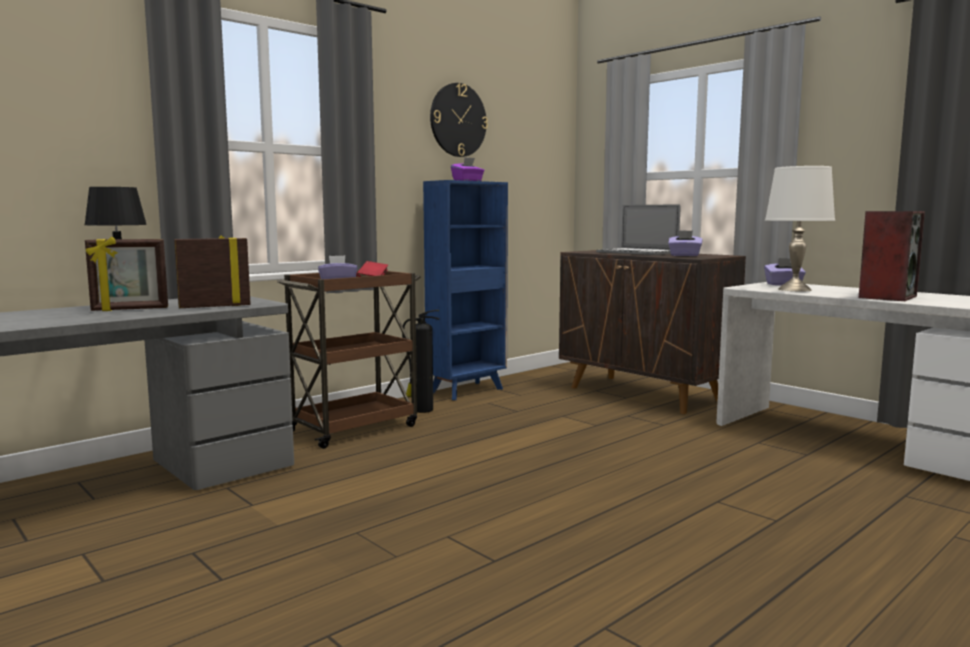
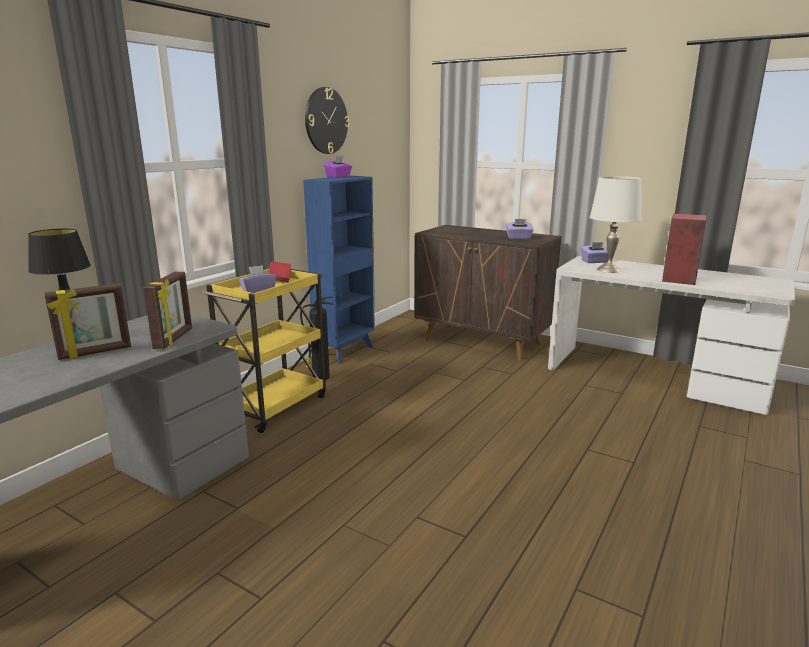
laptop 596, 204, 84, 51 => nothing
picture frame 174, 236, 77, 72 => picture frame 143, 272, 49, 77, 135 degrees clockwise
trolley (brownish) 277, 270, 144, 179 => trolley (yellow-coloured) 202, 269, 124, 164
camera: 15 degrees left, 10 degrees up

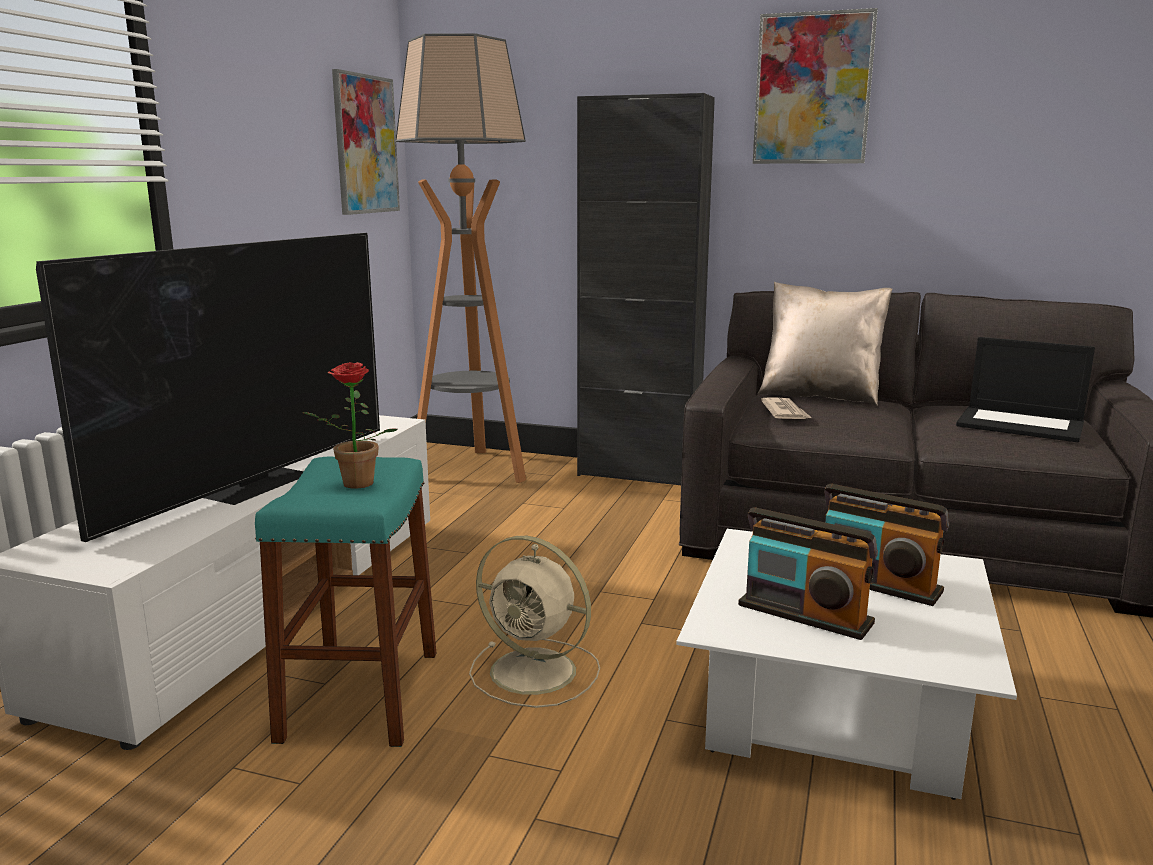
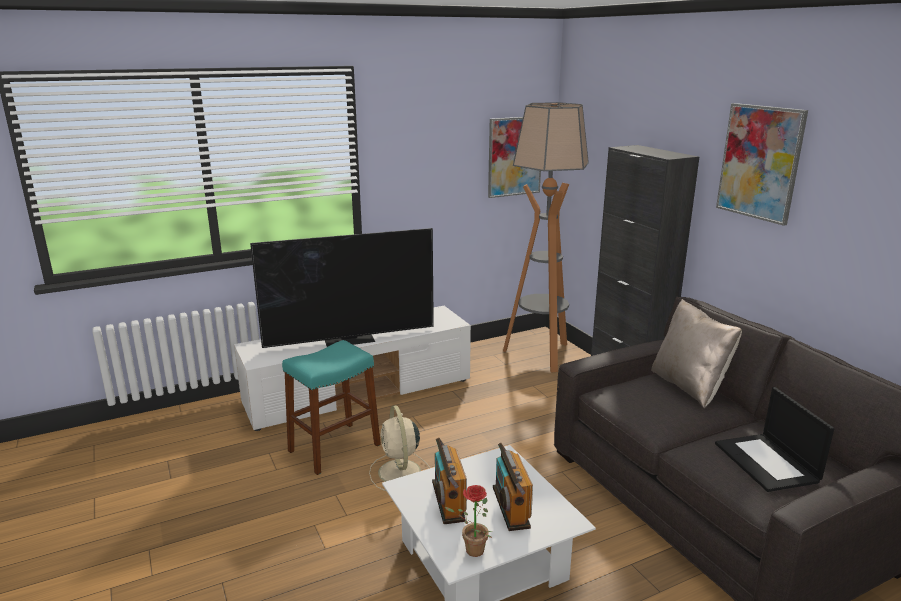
plant in a pot 303, 362, 94, 127 => plant in a pot 445, 485, 47, 72, relocated
newspaper 761, 397, 51, 22 => nothing
camera: 45 degrees right, 5 degrees up

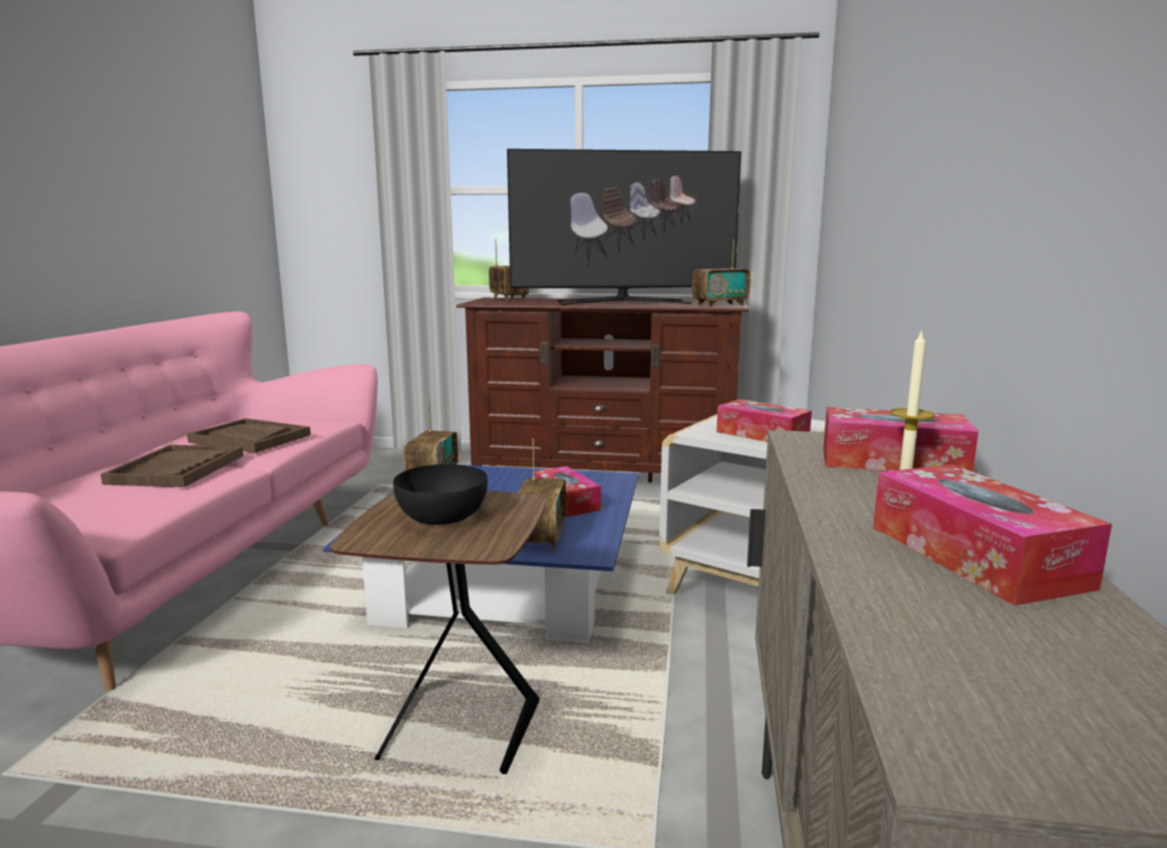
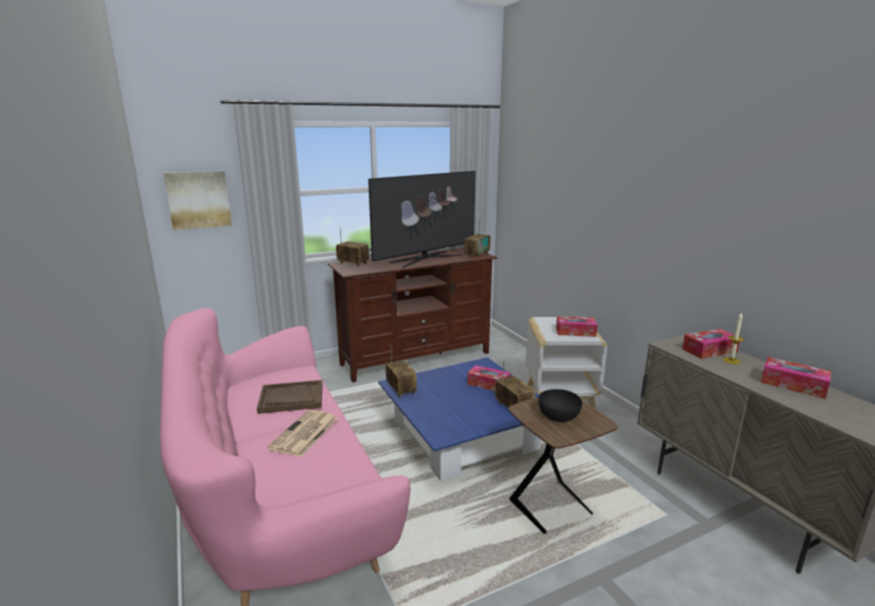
tray (brownish) 100, 445, 144, 42 => newspaper 267, 410, 71, 47
nothing => wall picture 164, 171, 68, 59
camera: 35 degrees left, 5 degrees up

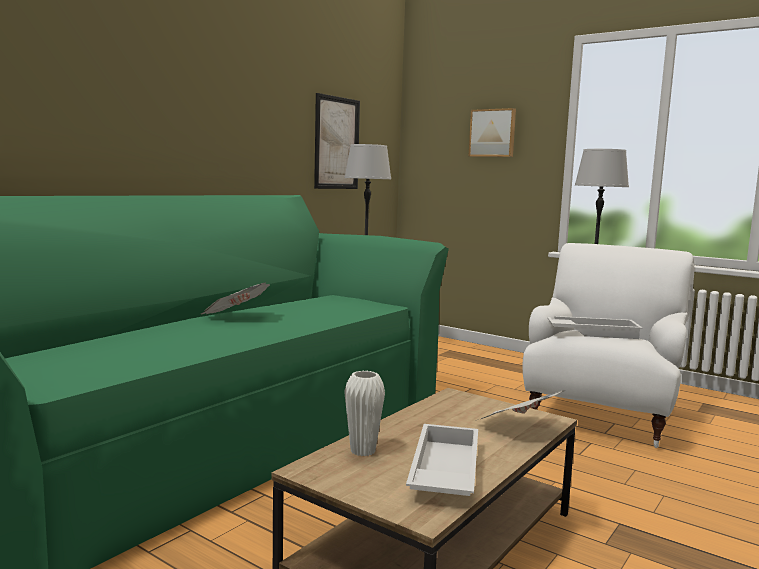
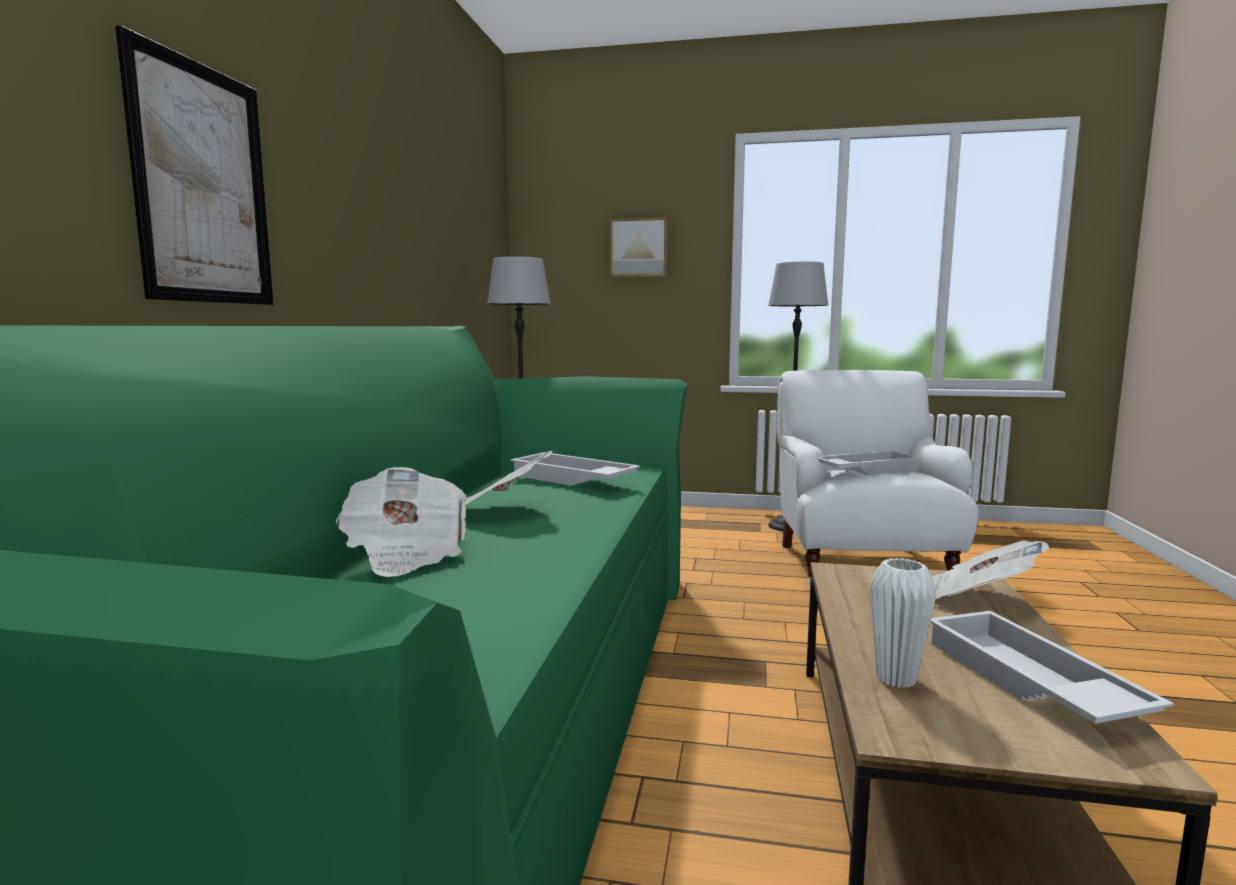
wall picture 314, 93, 46, 96 => wall picture 115, 25, 159, 280, relocated
nothing => tray (white-coloured) 510, 452, 130, 34
nothing => newspaper 336, 467, 131, 110
camera: 25 degrees left, 0 degrees up

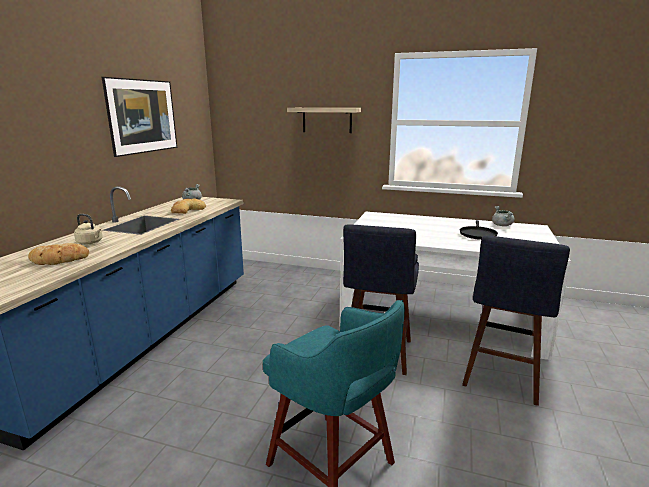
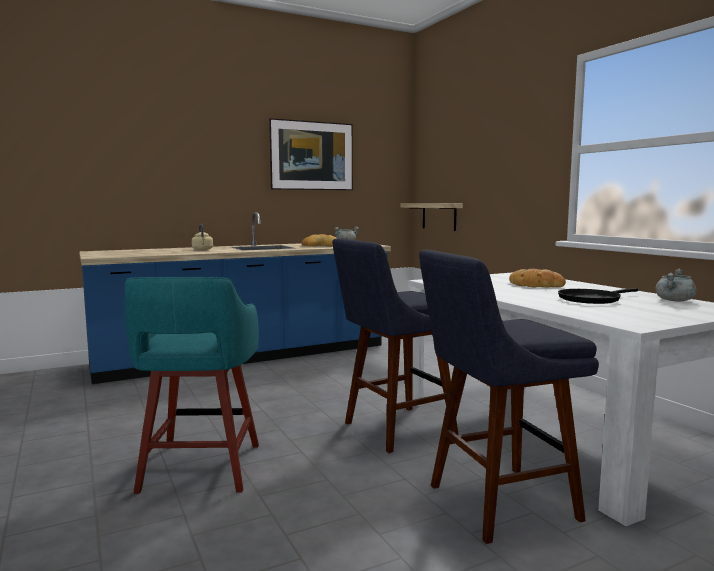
wall shelf 287, 108, 74, 25 => wall shelf 400, 203, 63, 28, relocated
baked bread 28, 243, 61, 22 => baked bread 509, 269, 57, 18, relocated
camera: 45 degrees right, 10 degrees down

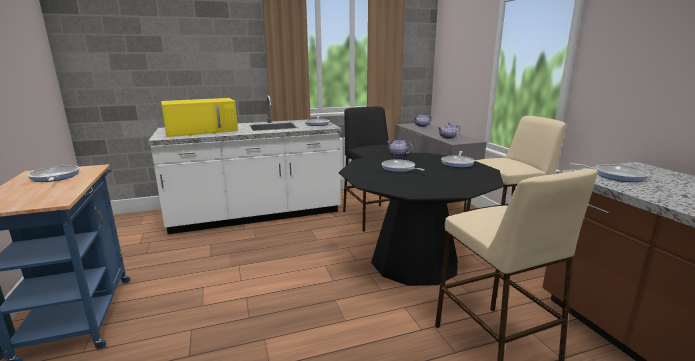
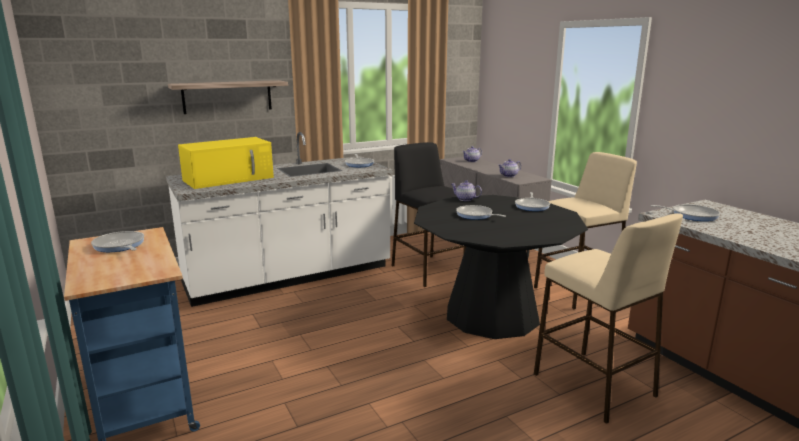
nothing => wall shelf 168, 80, 120, 34
camera: 10 degrees left, 0 degrees up

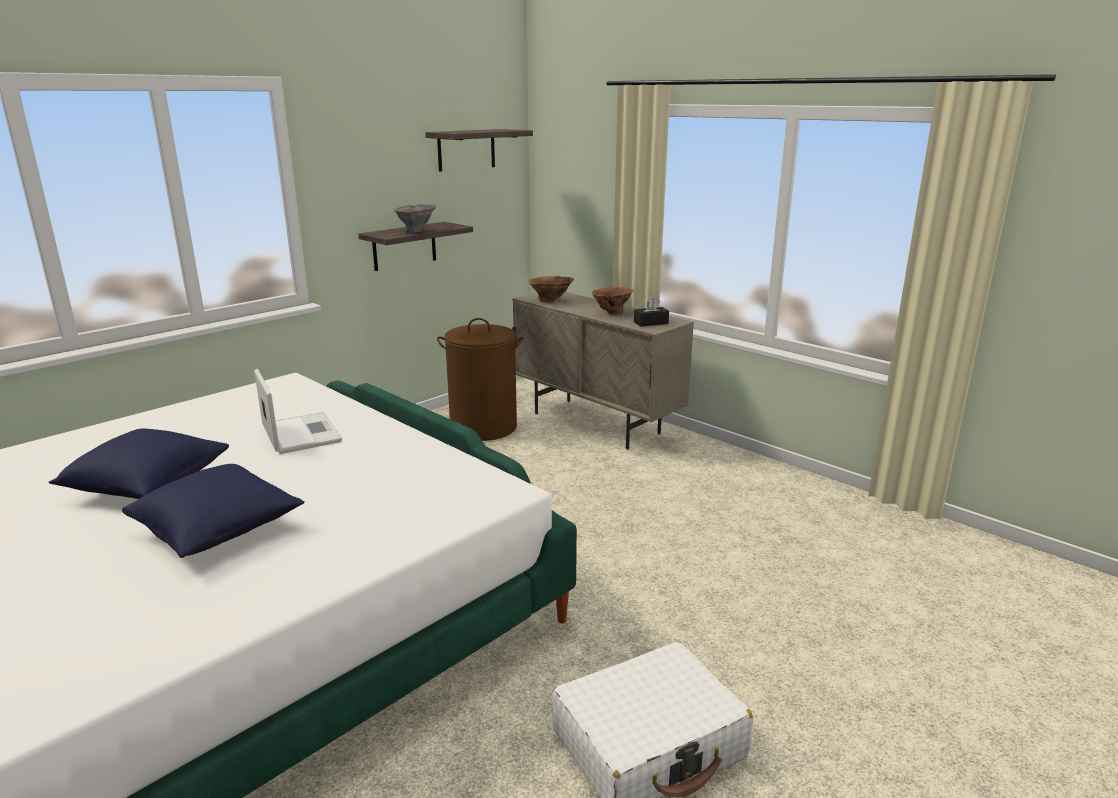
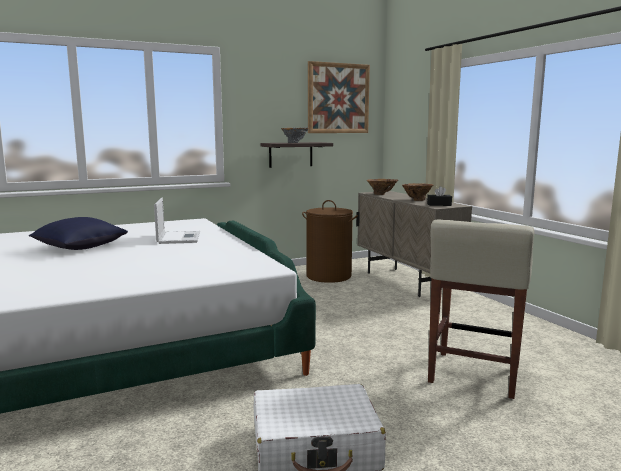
wall shelf 425, 129, 108, 43 => wall picture 308, 61, 62, 72
cushion (bluish) 122, 464, 182, 94 => nothing
nothing => stool seat (sand-coloured) 428, 220, 106, 179
camera: 20 degrees right, 10 degrees down

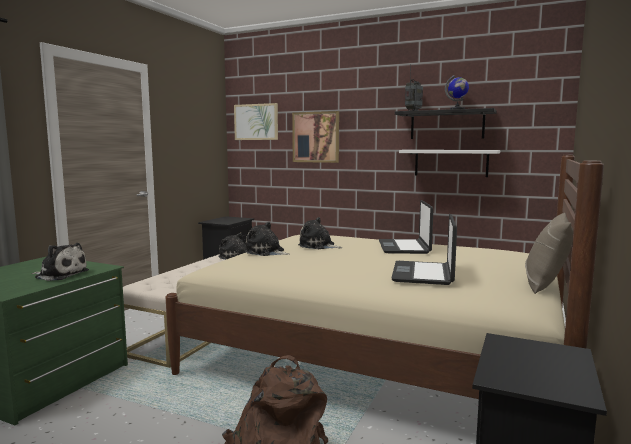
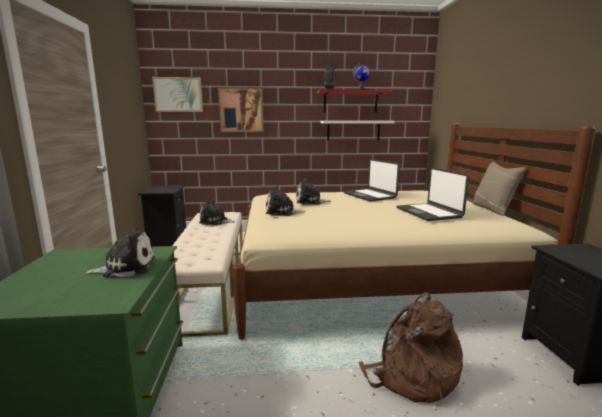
wall shelf (black) 395, 108, 102, 31 => wall shelf (reddish) 317, 90, 75, 22
camera: 30 degrees left, 5 degrees up

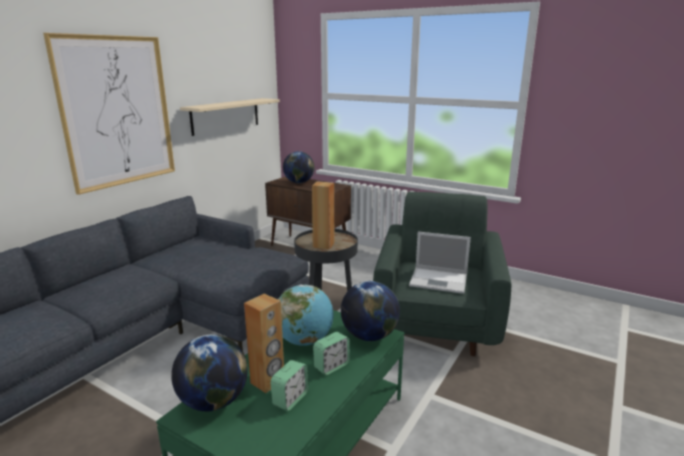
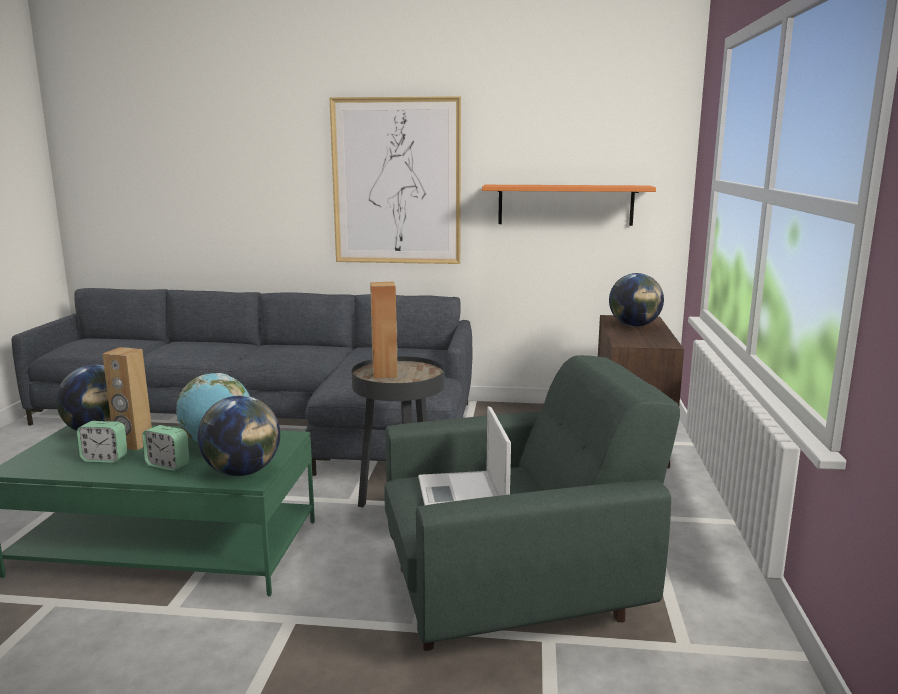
wall shelf (sand-coloured) 180, 98, 100, 38 => wall shelf (orangey) 482, 185, 174, 41
camera: 65 degrees right, 5 degrees down

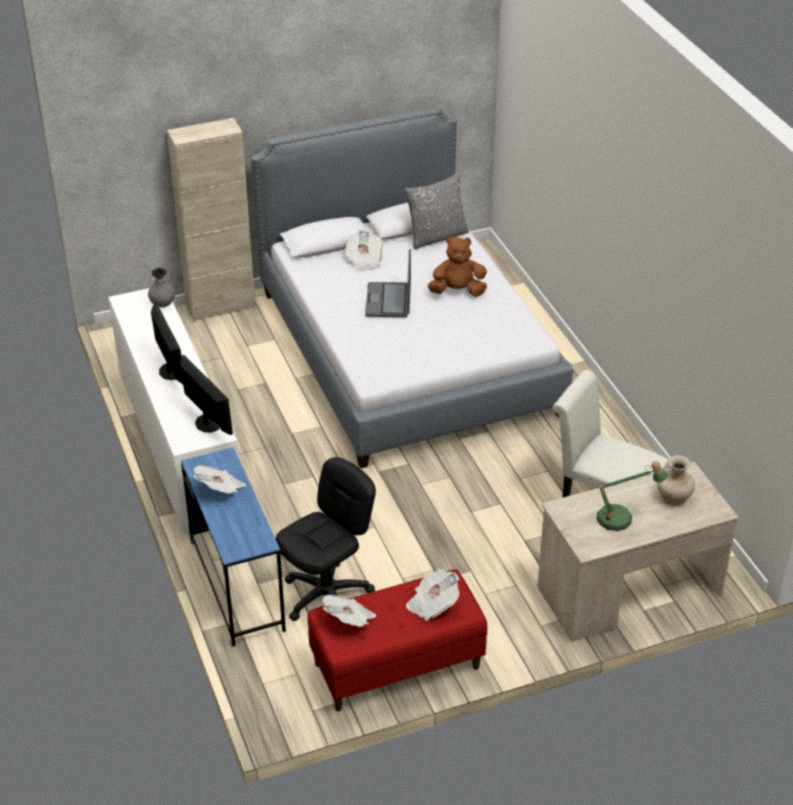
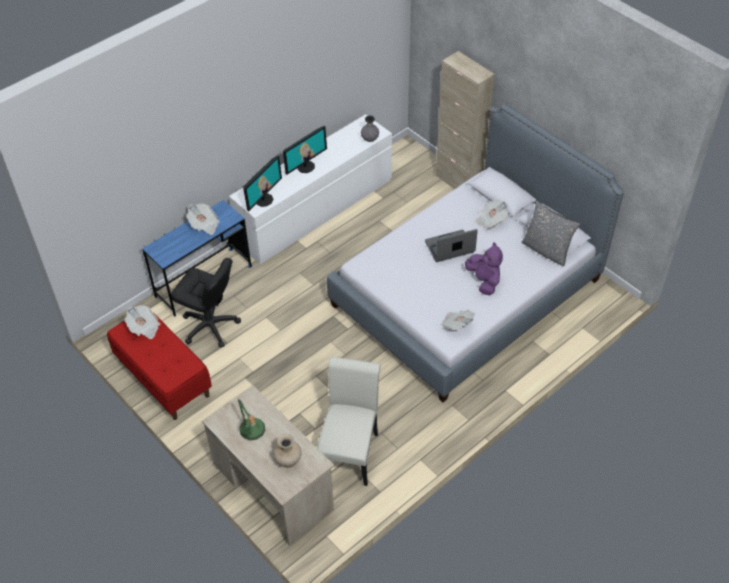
plush toy (brownish) 428, 236, 59, 61 => plush toy (purple-coloured) 465, 242, 38, 53
newspaper 406, 569, 54, 52 => newspaper 441, 310, 34, 20, relocated
camera: 70 degrees right, 10 degrees up

